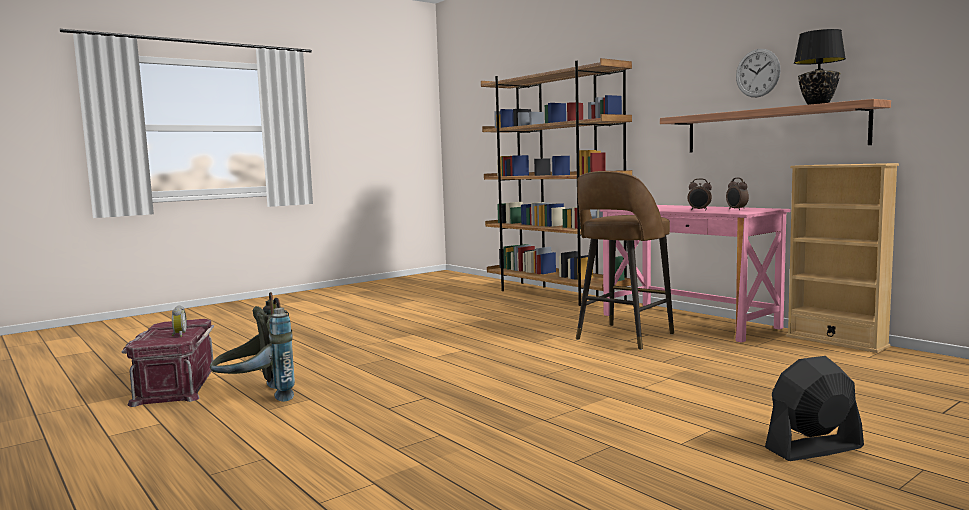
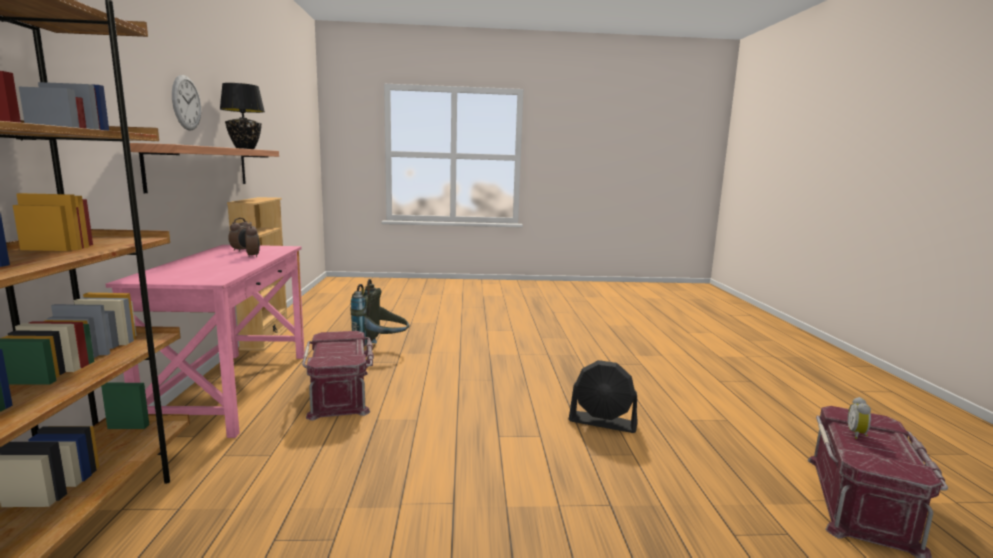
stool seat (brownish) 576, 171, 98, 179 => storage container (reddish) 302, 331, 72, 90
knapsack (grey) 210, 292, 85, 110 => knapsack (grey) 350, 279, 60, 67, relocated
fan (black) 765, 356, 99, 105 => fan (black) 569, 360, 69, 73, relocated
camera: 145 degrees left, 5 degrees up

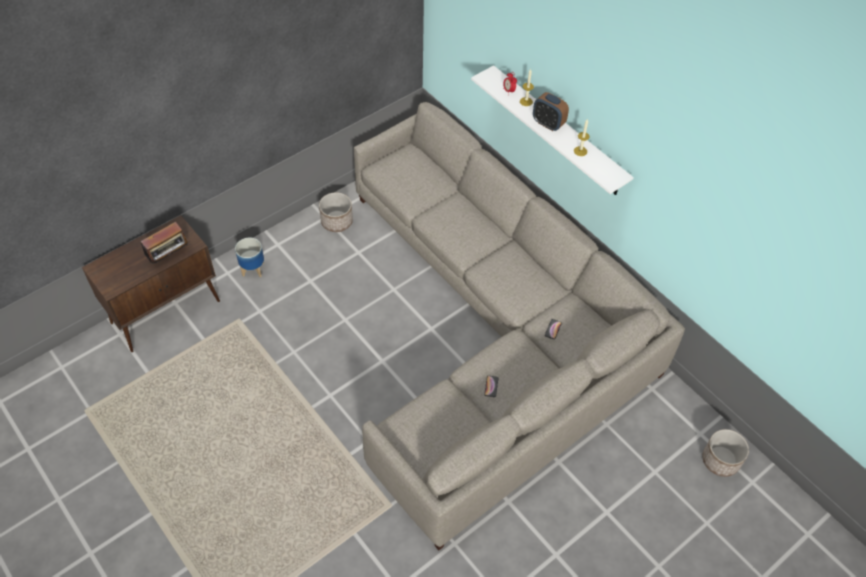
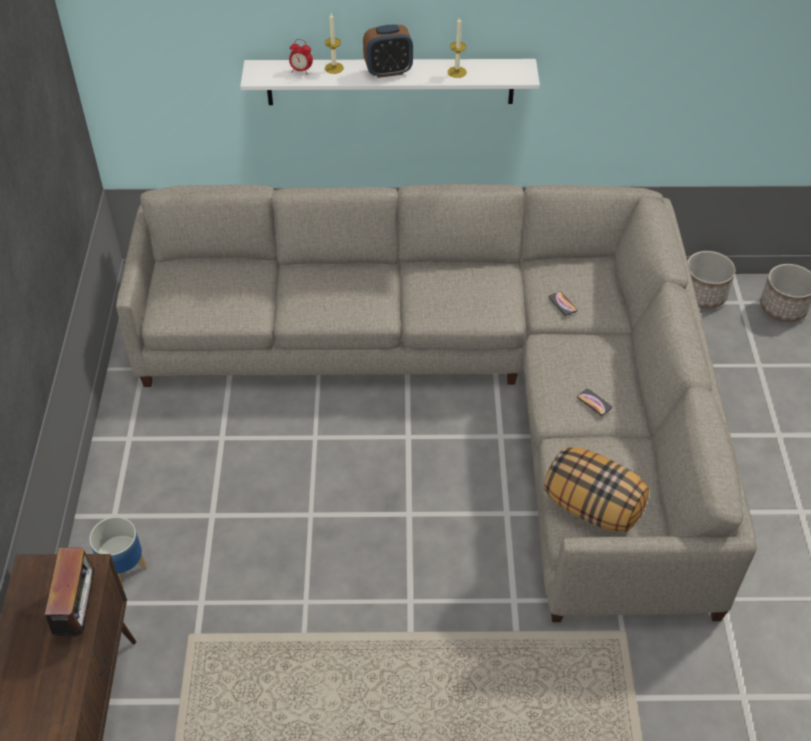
planter 319, 192, 34, 40 => planter 688, 251, 48, 58, relocated
nothing => cushion 544, 447, 105, 86
camera: 50 degrees left, 5 degrees down

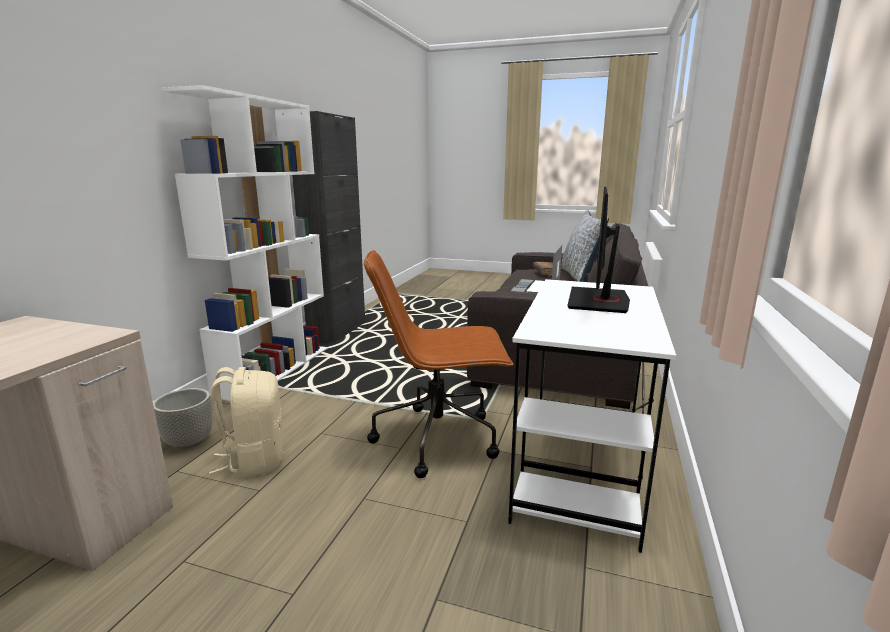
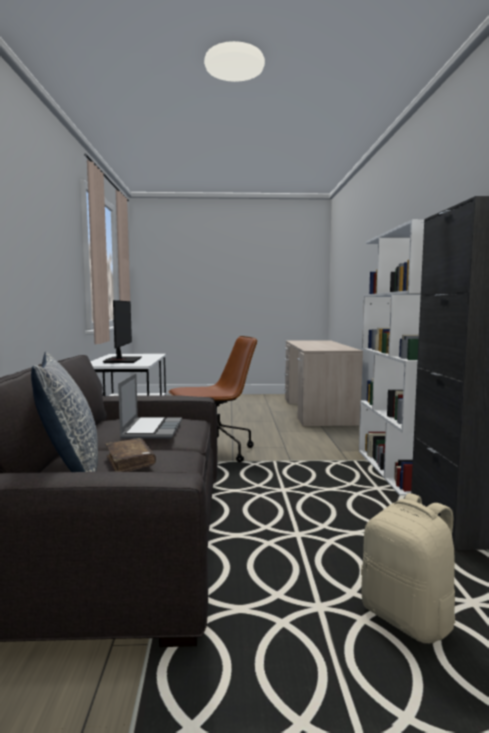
knapsack (sand-coloured) 209, 367, 75, 110 => knapsack (sand-coloured) 361, 493, 94, 151, relocated
planter 153, 388, 59, 61 => nothing
camera: 160 degrees right, 10 degrees down

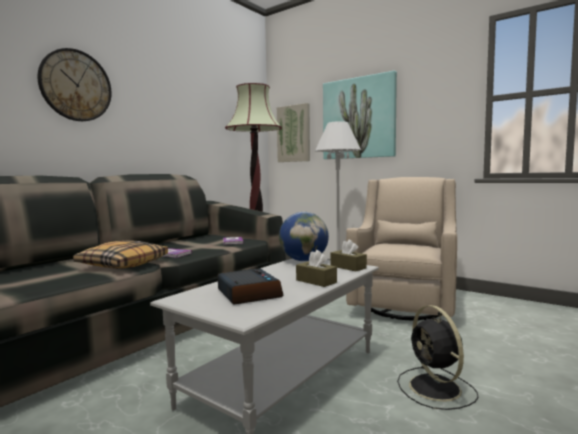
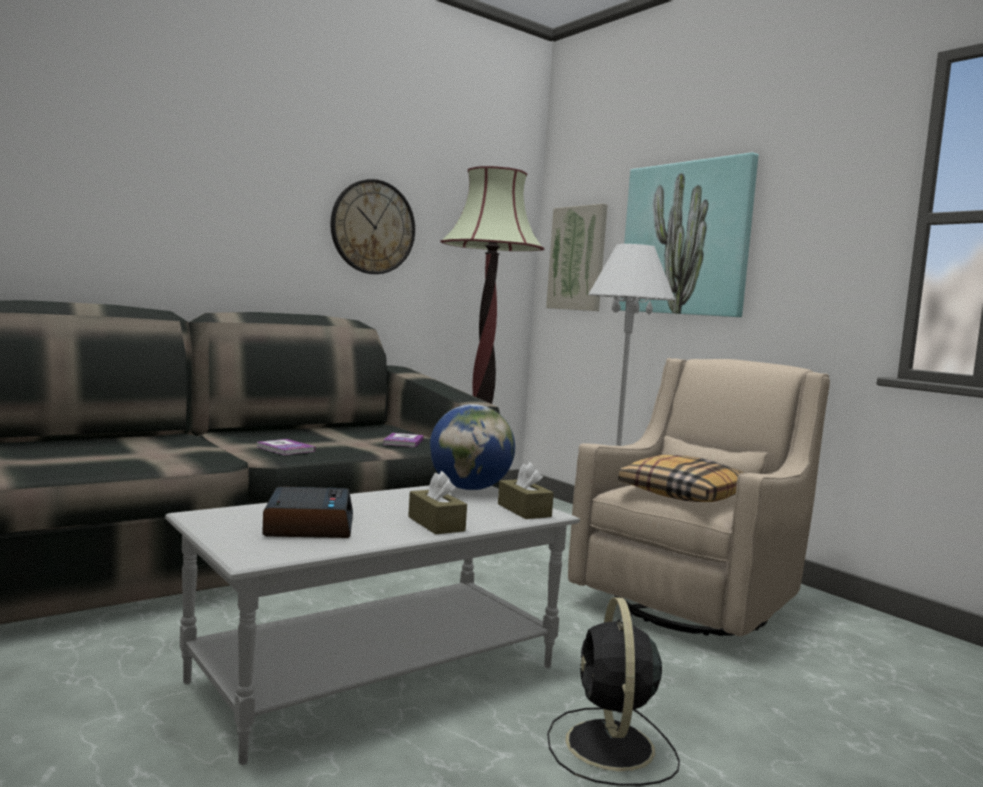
clock on the wall 37, 48, 75, 73 => clock on the wall 330, 179, 85, 95, relocated
cushion 73, 240, 95, 29 => cushion 618, 455, 126, 47, relocated
camera: 15 degrees right, 0 degrees up

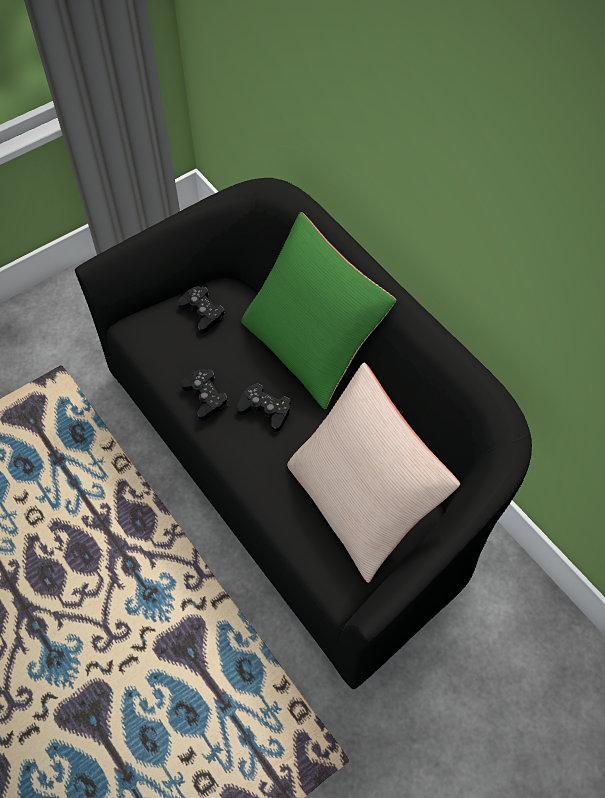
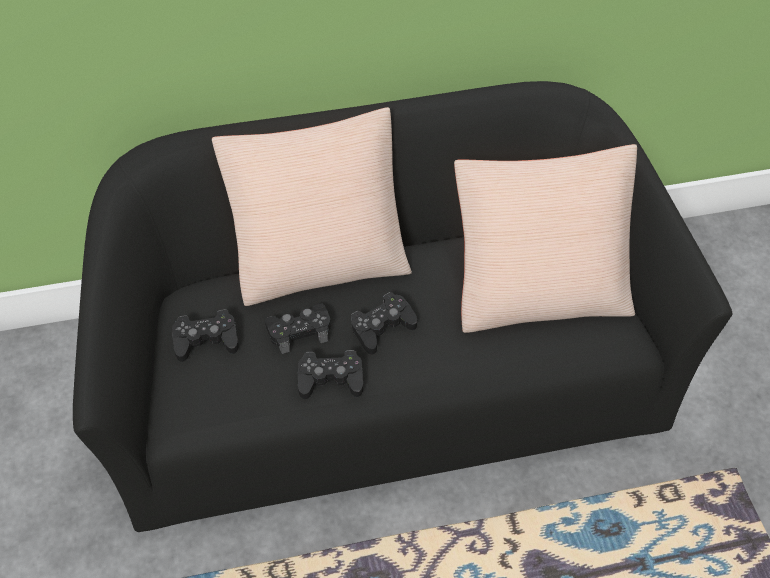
cushion (green) 241, 212, 155, 198 => cushion (sand-coloured) 212, 107, 200, 199
nothing => joypad (black) 265, 303, 66, 51
camera: 65 degrees left, 5 degrees down

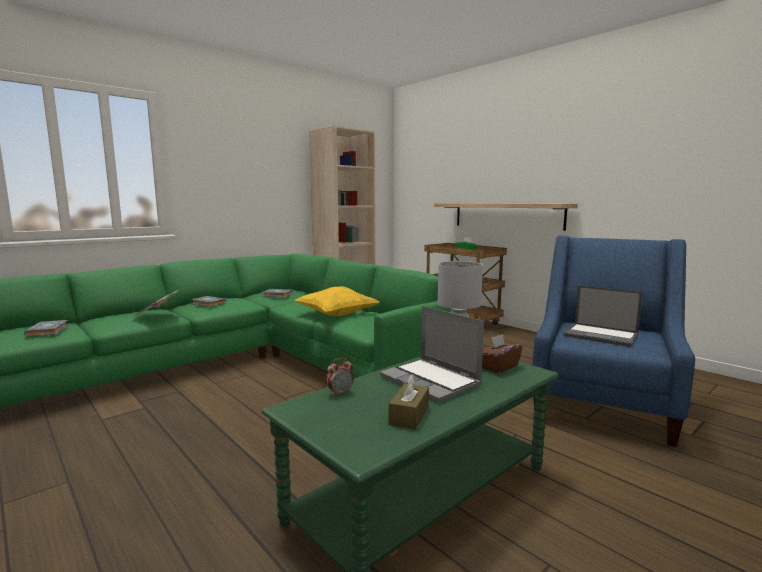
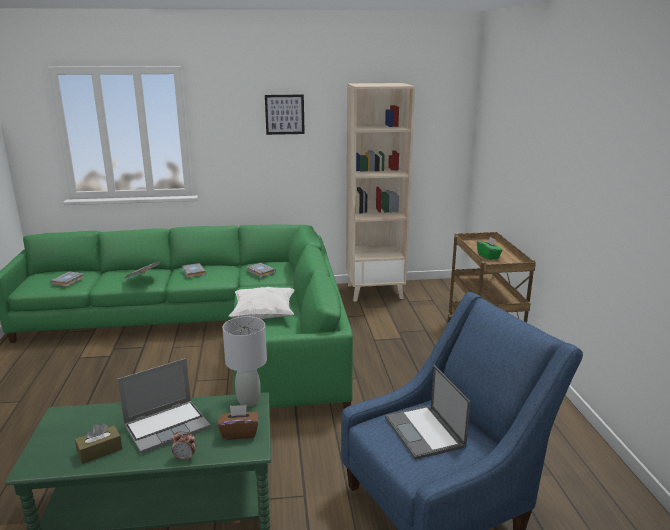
wall shelf 434, 203, 144, 28 => nothing
cushion (yellow-coloured) 295, 286, 85, 30 => cushion (white-coloured) 229, 287, 66, 32
laptop 380, 306, 104, 97 => laptop 117, 358, 94, 96, 120 degrees counterclockwise
alarm clock 326, 358, 28, 39 => alarm clock 172, 431, 24, 30, relocated
nothing => wall picture 265, 95, 40, 40
camera: 35 degrees right, 10 degrees up

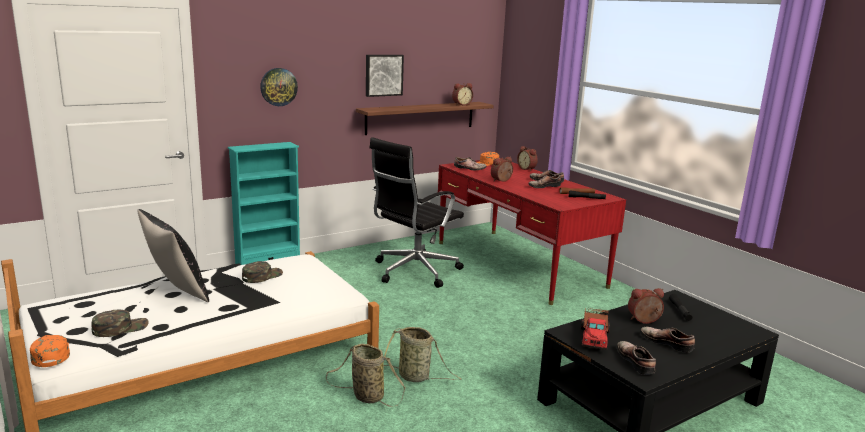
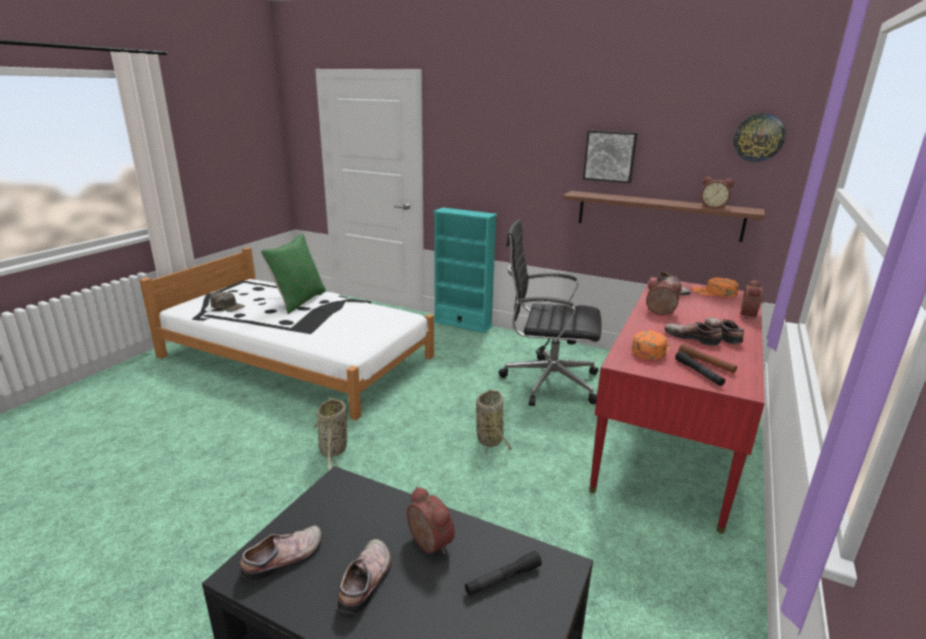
clock on the wall 260, 68, 38, 38 => clock on the wall 733, 113, 53, 49, relocated
cushion (black) 137, 209, 72, 93 => cushion (green) 261, 234, 65, 80
cap (green) 242, 261, 41, 22 => nothing
toy lorry 581, 308, 29, 42 => nothing
cap (orangey) 30, 335, 40, 32 => cap (orangey) 631, 331, 39, 29, relocated
basket 326, 344, 79, 63 => basket 476, 390, 37, 67, relocated
camera: 60 degrees right, 5 degrees up

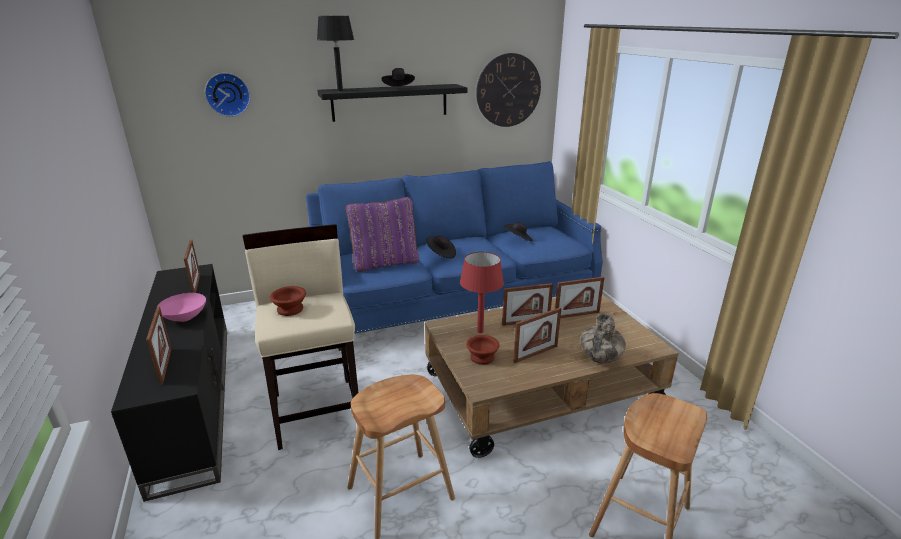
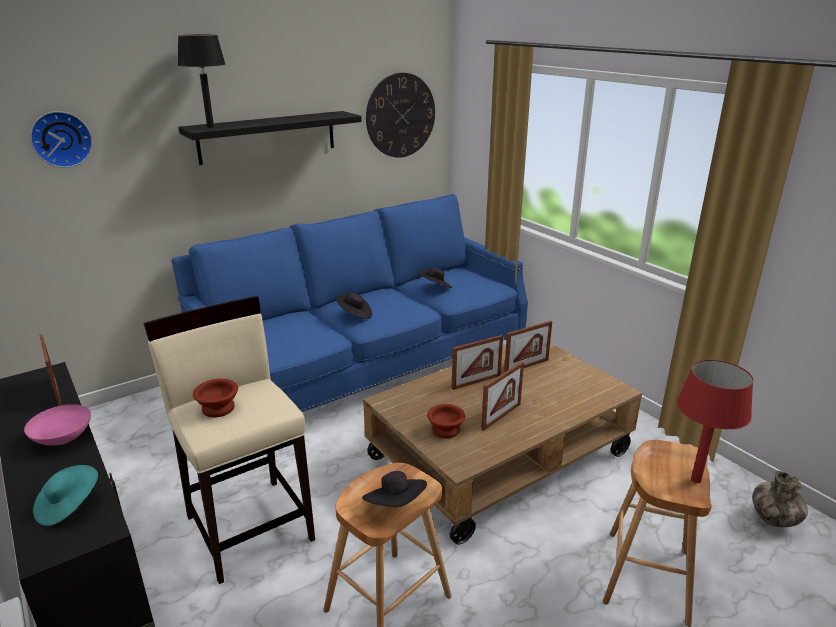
clothing hat (black) 382, 68, 33, 19 => clothing hat (black) 362, 471, 65, 36, relocated
cushion (purple-coloured) 346, 197, 73, 75 => nothing
table lamp (reddish) 460, 252, 44, 81 => table lamp (reddish) 677, 360, 77, 123, relocated
picture frame 146, 307, 26, 78 => clothing hat (turquoise-coloured) 33, 465, 65, 61
decorative vase 580, 313, 46, 51 => decorative vase 752, 471, 56, 56, relocated
camera: 15 degrees left, 0 degrees up

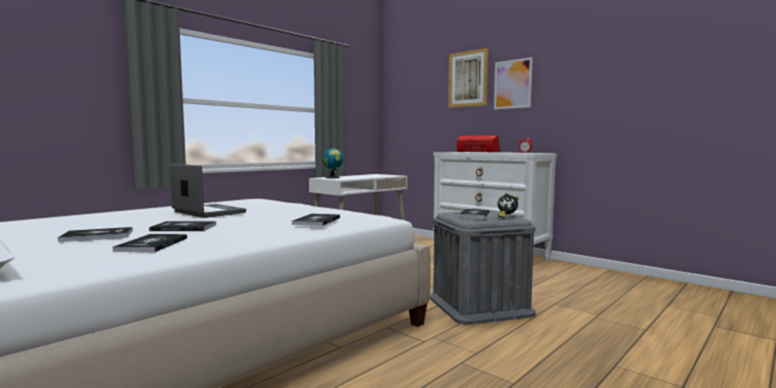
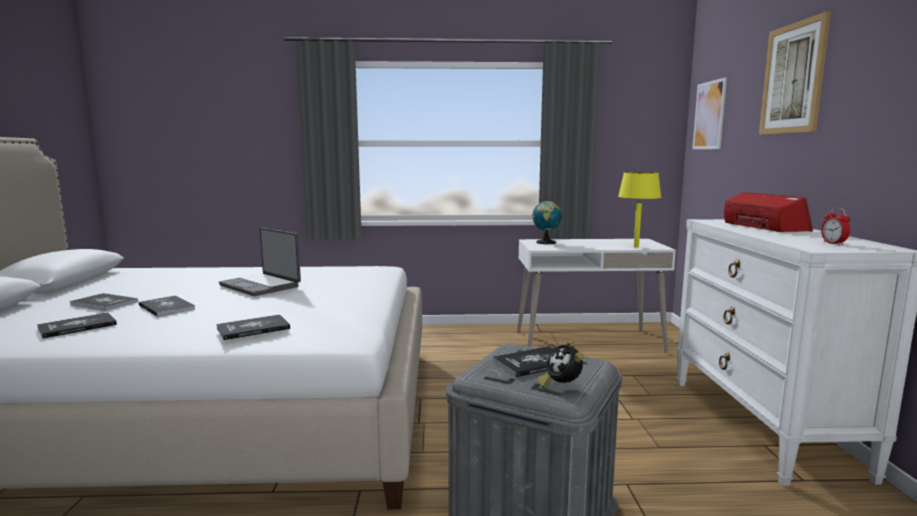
wall picture 494, 57, 39, 52 => wall picture 692, 77, 35, 72, relocated
laptop 170, 164, 76, 54 => laptop 219, 228, 82, 68, 135 degrees clockwise
nothing => table lamp (yellow-coloured) 618, 172, 44, 76
camera: 45 degrees right, 5 degrees up

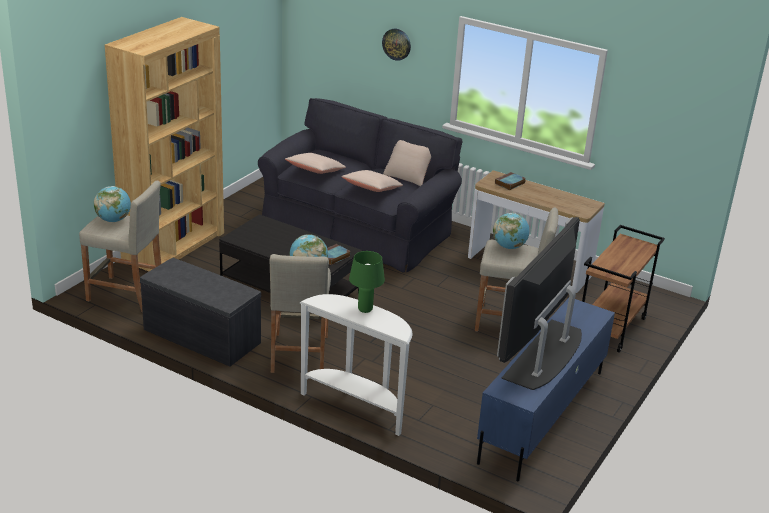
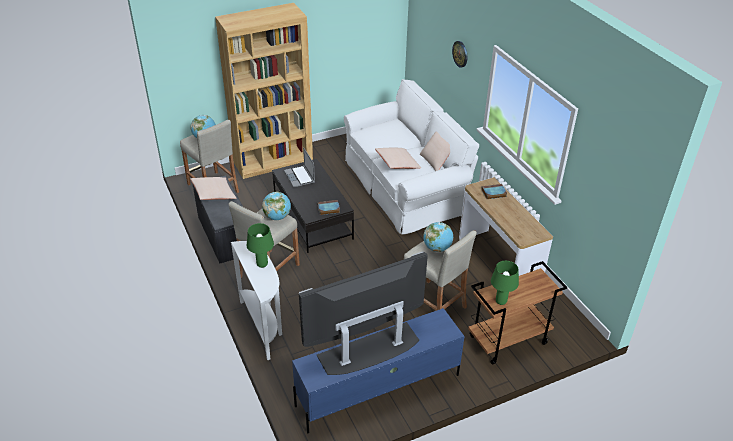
settee (black) 258, 98, 204, 175 => settee (white-coloured) 344, 79, 135, 156
cushion (sand-coloured) 285, 153, 61, 21 => cushion (sand-coloured) 190, 177, 47, 23, relocated
nothing => laptop 284, 147, 31, 40
nothing => table lamp (green) 491, 261, 28, 44
camera: 35 degrees right, 10 degrees up

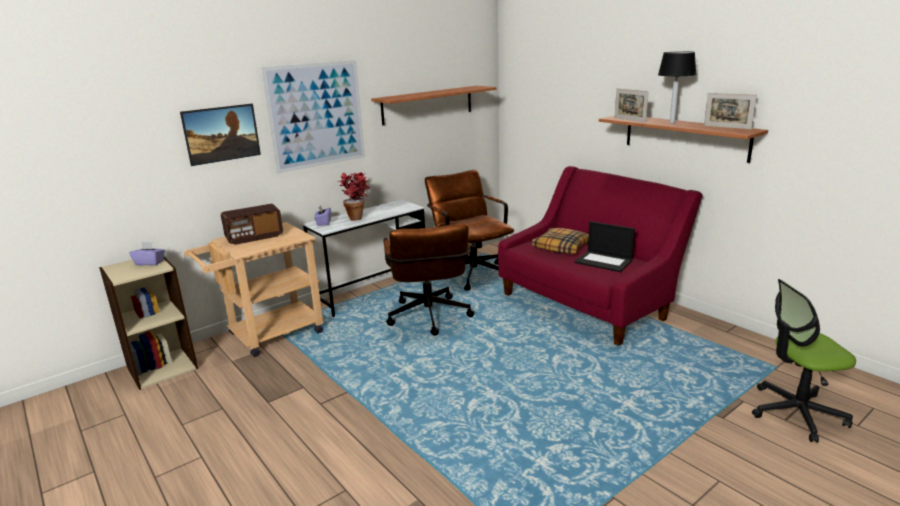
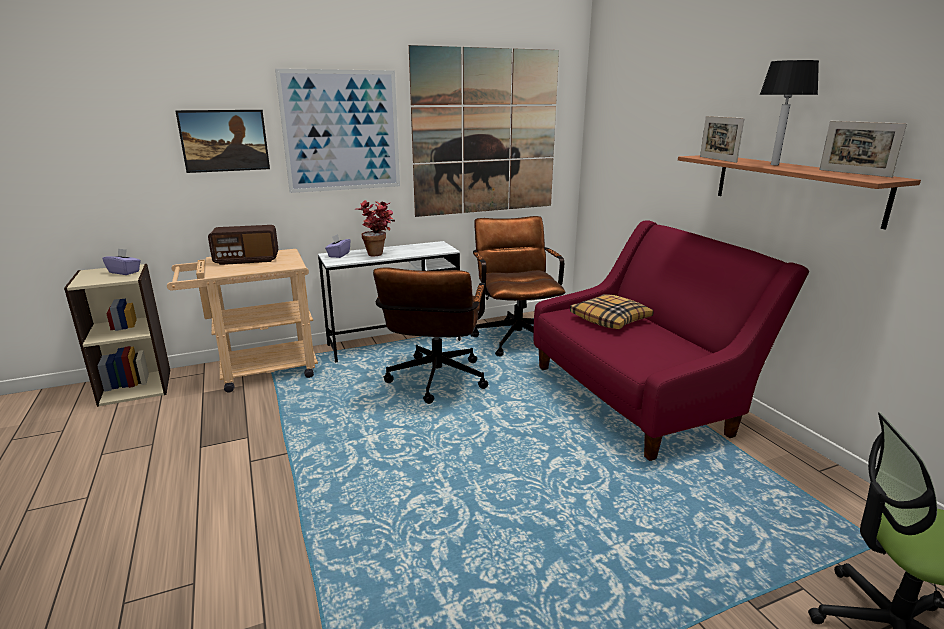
wall shelf 371, 86, 125, 39 => wall picture 409, 45, 150, 172
laptop 575, 221, 60, 51 => nothing
camera: 15 degrees right, 0 degrees up

